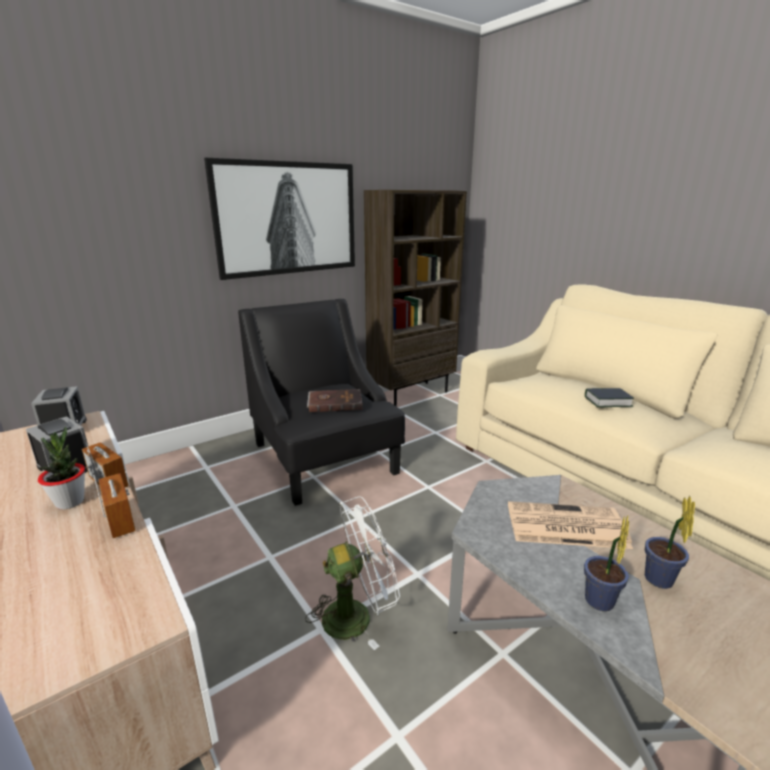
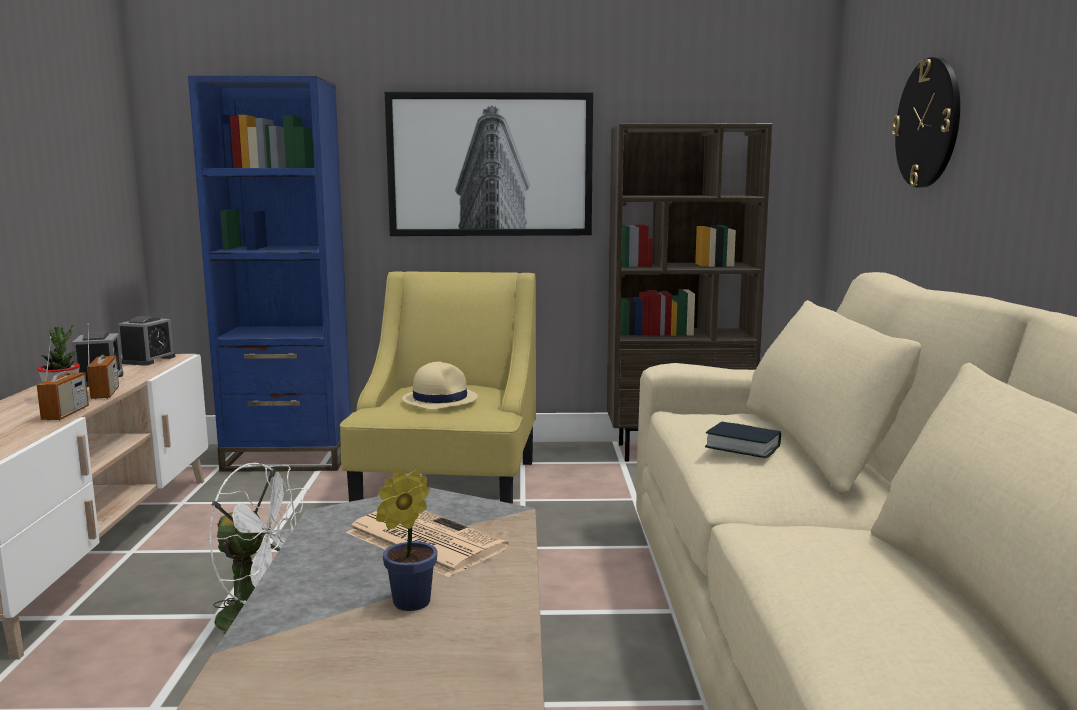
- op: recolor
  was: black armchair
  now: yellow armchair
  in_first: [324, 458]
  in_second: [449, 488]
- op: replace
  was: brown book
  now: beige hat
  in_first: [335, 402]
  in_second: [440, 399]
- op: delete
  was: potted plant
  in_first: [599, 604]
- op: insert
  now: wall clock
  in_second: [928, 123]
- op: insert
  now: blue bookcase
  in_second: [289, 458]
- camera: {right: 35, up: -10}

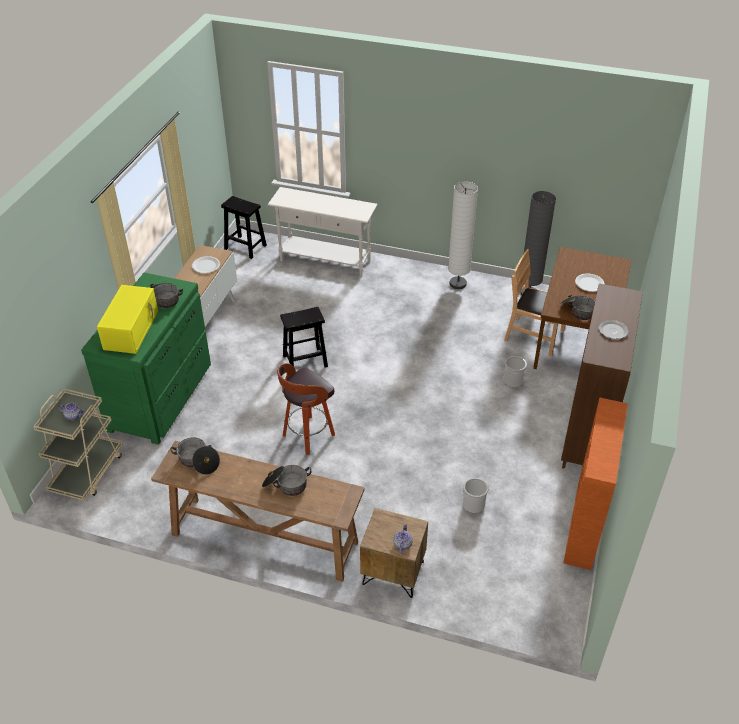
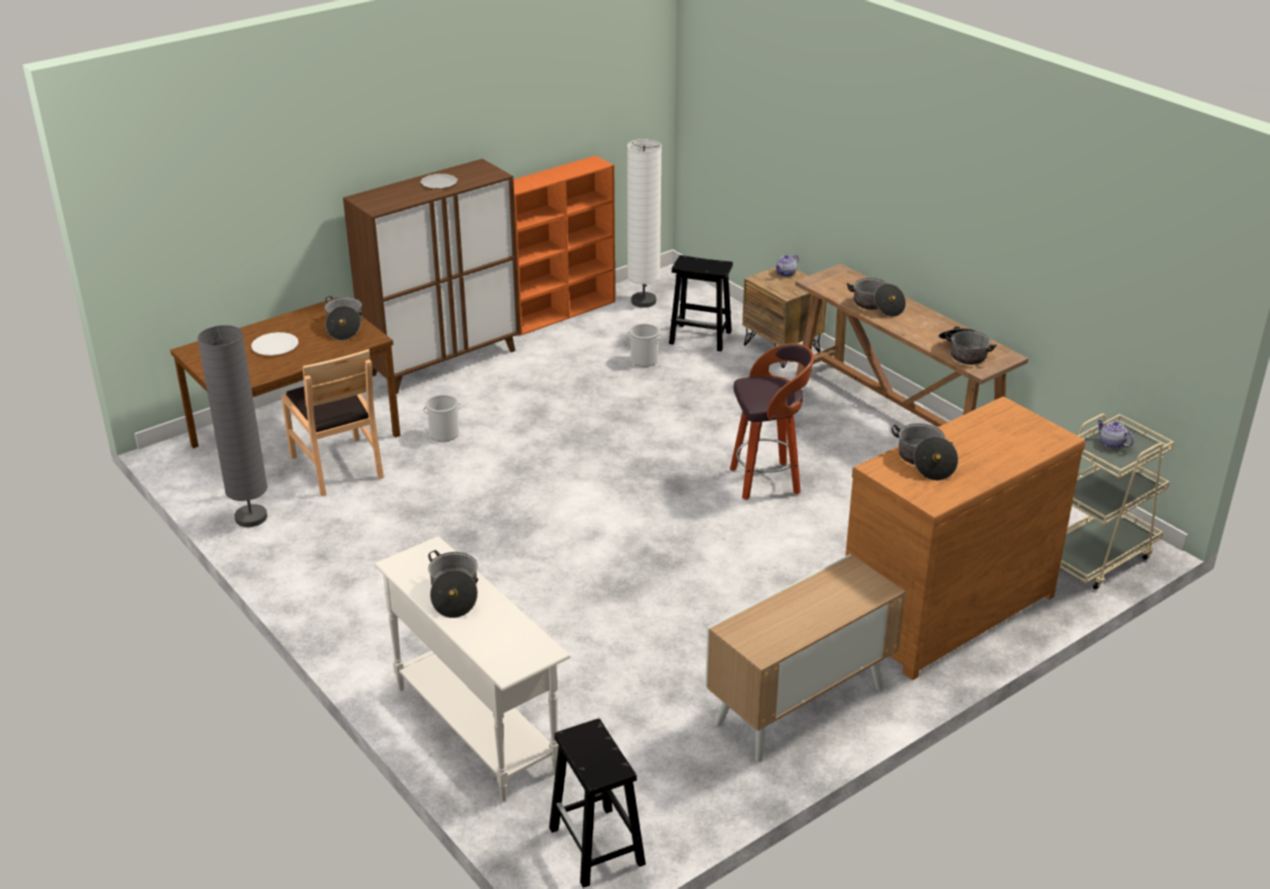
- op: move
  was: white floor lamp
  in_first: [457, 284]
  in_second: [643, 301]
- op: delete
  was: white plate
  in_first: [206, 266]
- op: recolor
  was: green dresser
  now: brown dresser
  in_first: [162, 397]
  in_second: [943, 609]
- op: delete
  was: yellow microwave
  in_first: [131, 329]
- op: move
  was: black stool
  in_first: [304, 361]
  in_second: [701, 337]
- op: insert
  now: cooking pot
  in_second: [454, 594]
- camera: {right: -145, up: -10}

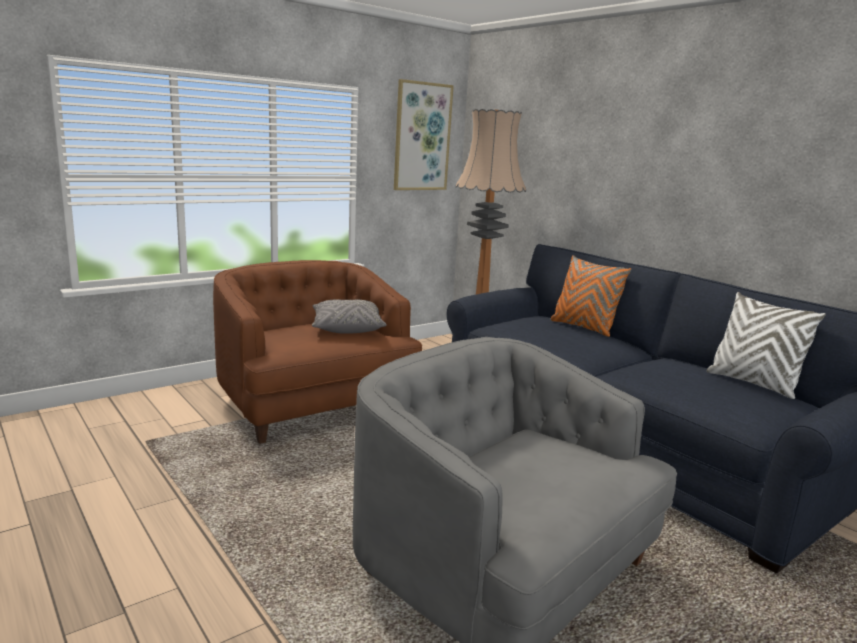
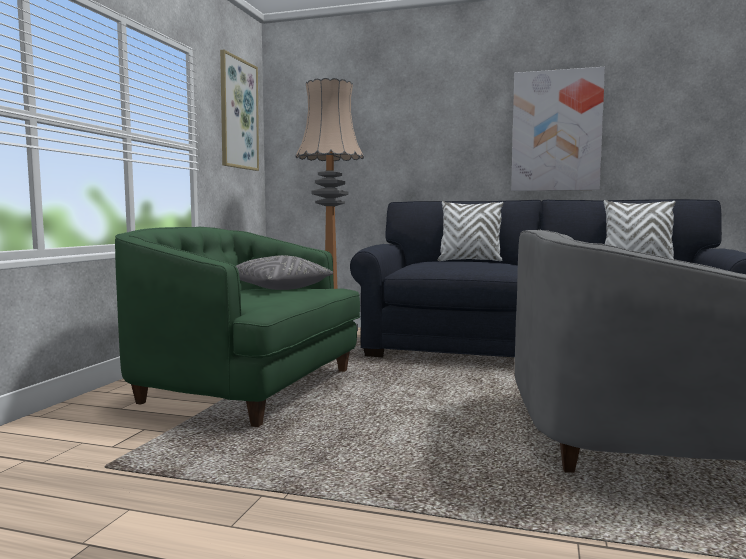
- op: recolor
  was: orange pillow
  now: white pillow
  in_first: [583, 327]
  in_second: [470, 261]
- op: recolor
  was: brown armchair
  now: green armchair
  in_first: [313, 405]
  in_second: [247, 388]
- op: insert
  now: picture
  in_second: [556, 131]
- camera: {right: -35, up: -10}

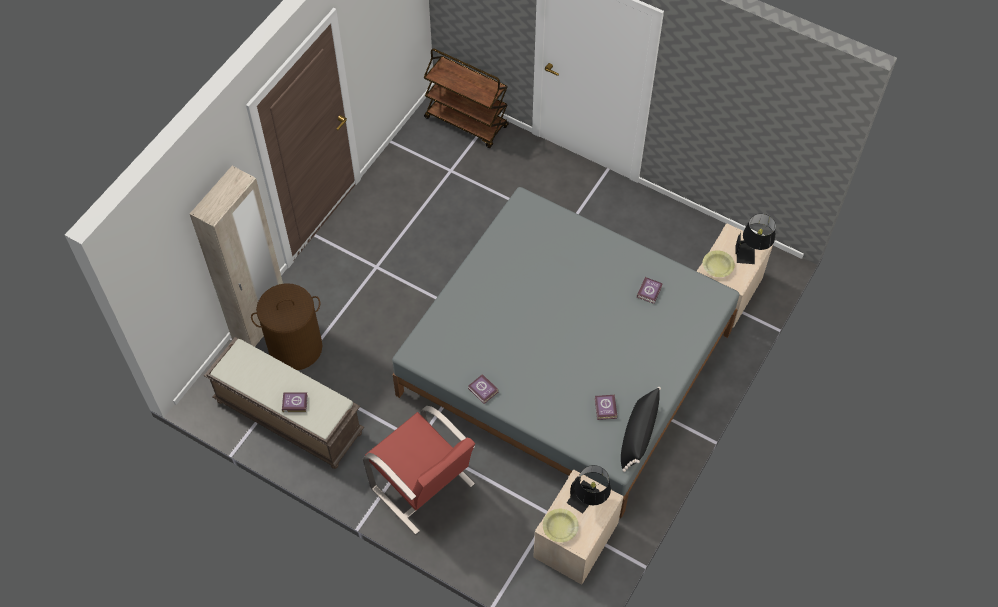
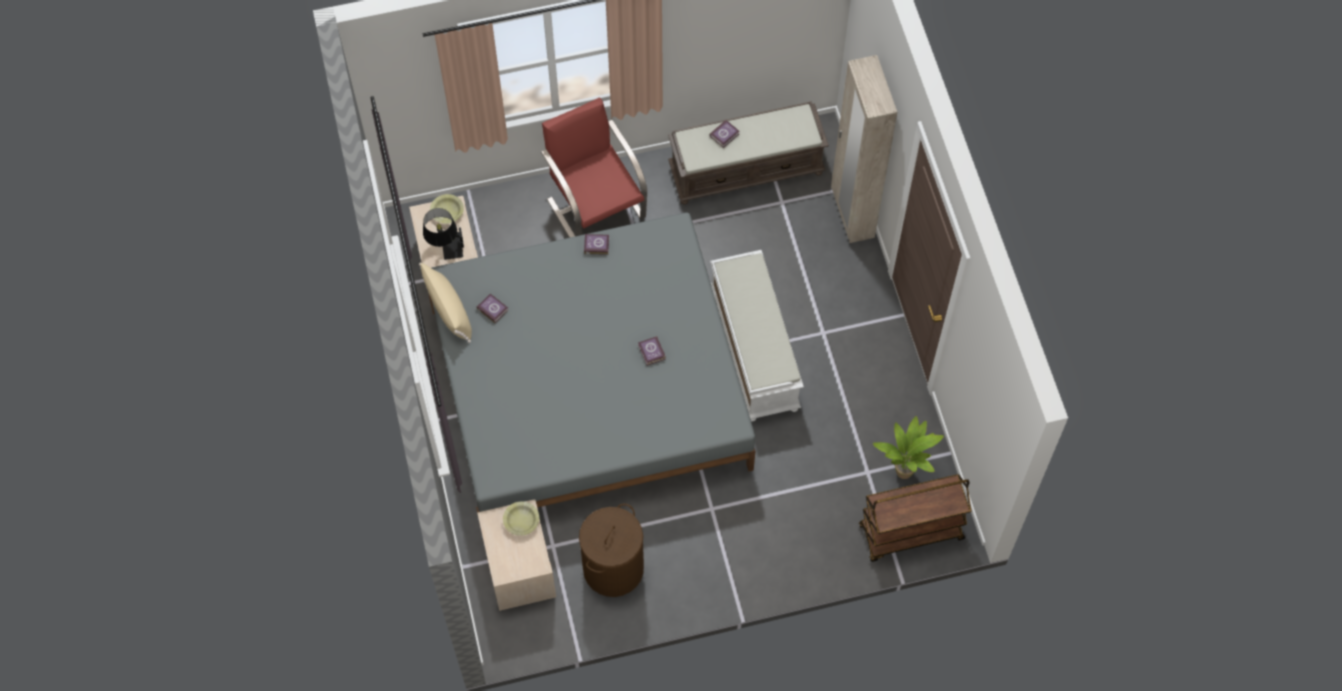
- op: delete
  was: black table lamp
  in_first: [752, 252]
- op: move
  was: book
  in_first: [650, 291]
  in_second: [651, 353]
- op: move
  was: brown laundry basket
  in_first: [295, 348]
  in_second: [613, 568]
- op: recolor
  was: black pillow
  now: beige pillow
  in_first: [638, 436]
  in_second: [448, 309]
- op: rotate
  was: red armchair
  in_first: [423, 487]
  in_second: [595, 207]
  clockwise: 60
- op: insert
  now: white bench
  in_second: [752, 349]
- op: insert
  now: potted plant
  in_second: [904, 470]
- camera: {right: 135, up: 5}

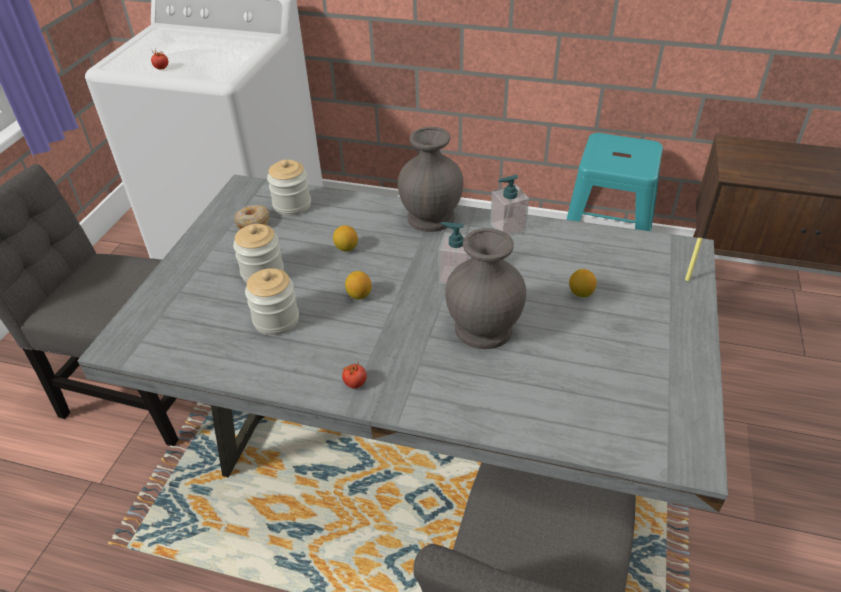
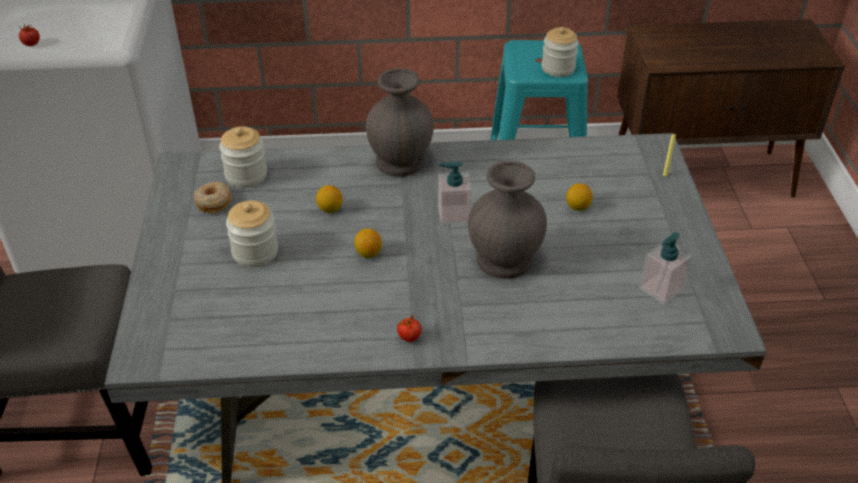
- op: move
  was: soap dispenser
  in_first: [507, 227]
  in_second: [661, 289]
- op: move
  was: jar
  in_first: [276, 320]
  in_second: [558, 68]
- camera: {right: -20, up: 0}

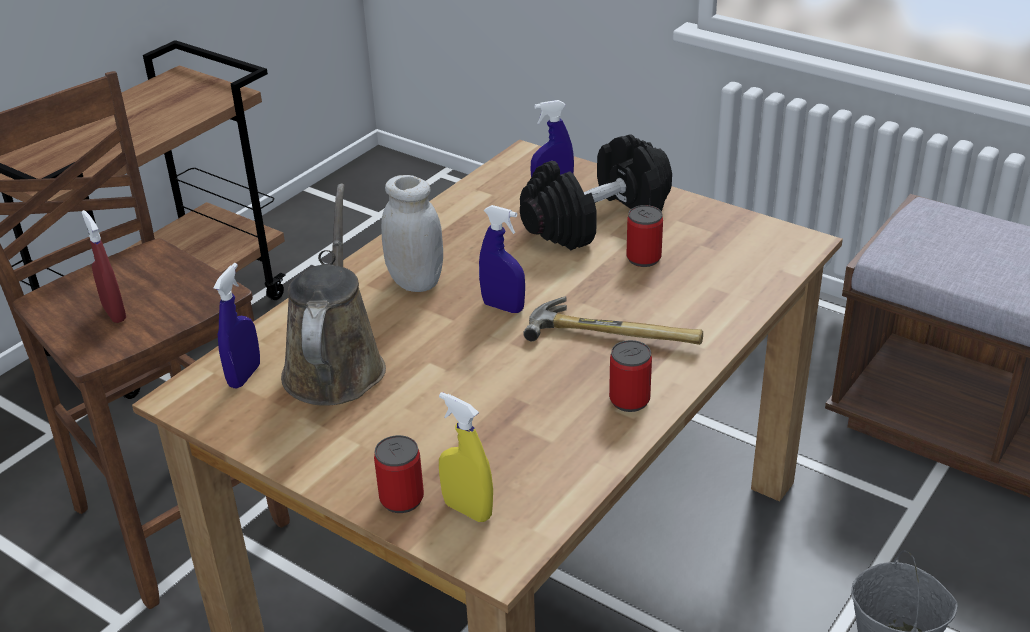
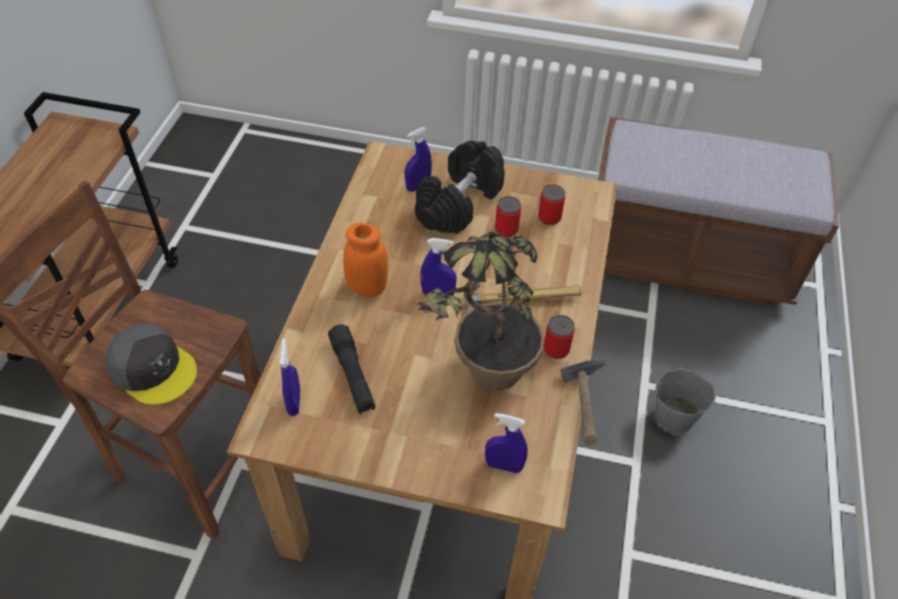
- op: recolor
  was: white jar
  now: orange jar
  in_first: [415, 282]
  in_second: [367, 287]
- op: replace
  was: brown watering can
  now: black flashlight
  in_first: [335, 365]
  in_second: [352, 375]
- op: replace
  was: red spray bottle
  now: grey cap
  in_first: [114, 313]
  in_second: [153, 369]
- op: recolor
  was: yellow spray bottle
  now: blue spray bottle
  in_first: [467, 510]
  in_second: [503, 466]
- op: move
  was: can
  in_first: [401, 499]
  in_second: [549, 217]
- op: insert
  now: potted plant
  in_second: [482, 382]
- op: insert
  now: hammer
  in_second: [580, 419]
- camera: {right: -25, up: 15}

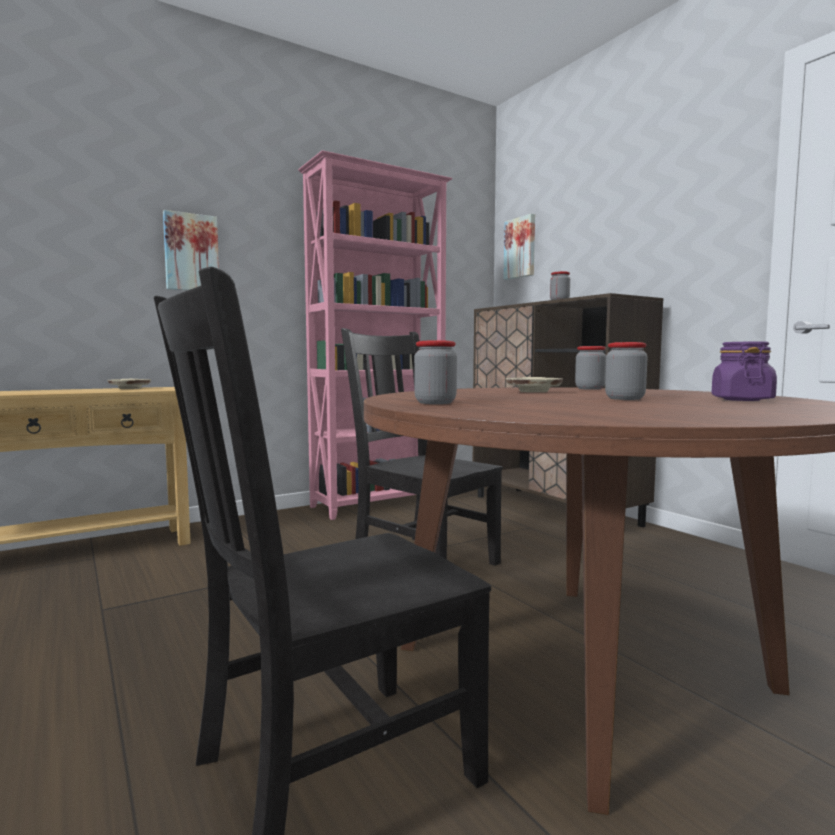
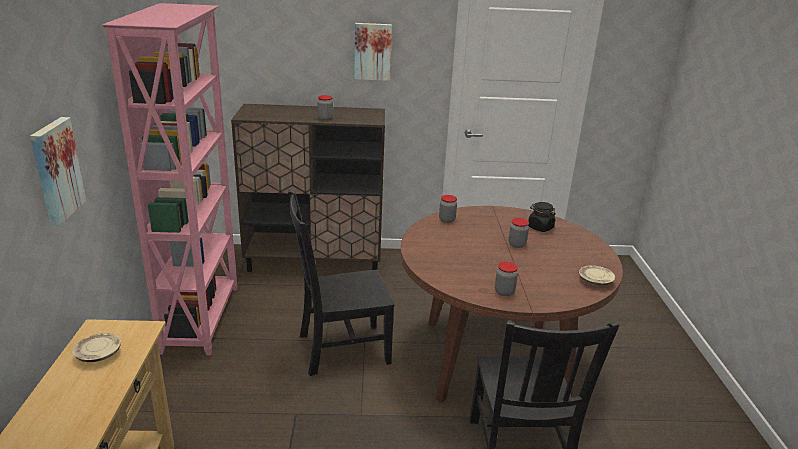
- op: move
  was: picture
  in_first: [521, 248]
  in_second: [372, 51]
- op: recolor
  was: purple jar
  now: black jar
  in_first: [741, 399]
  in_second: [540, 227]
- op: move
  was: beige plate
  in_first: [533, 392]
  in_second: [595, 281]
- camera: {right: -60, up: 20}

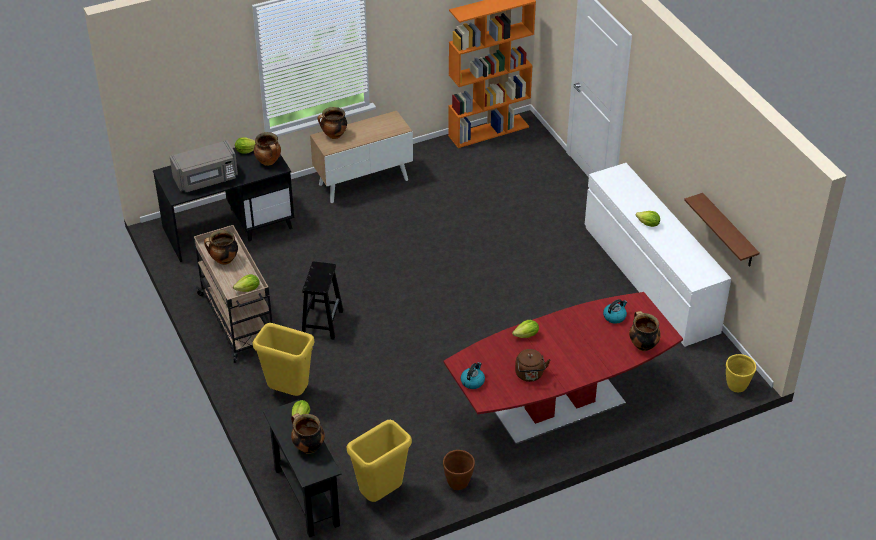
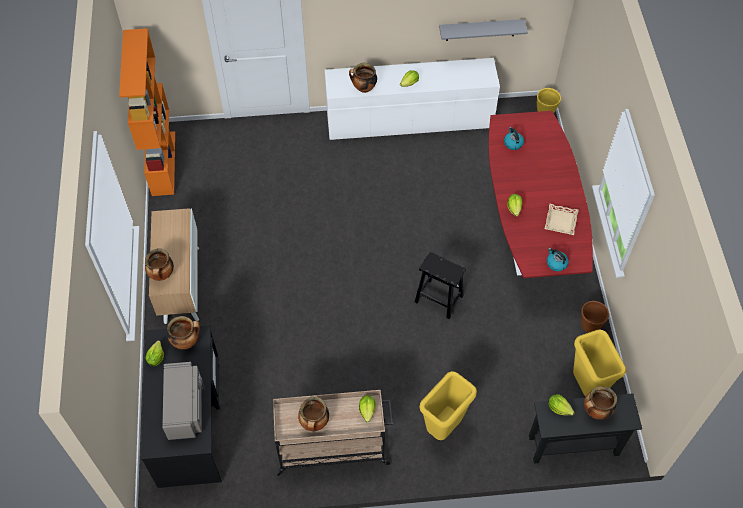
- op: recolor
  was: brown shelf
  now: grey shelf
  in_first: [728, 231]
  in_second: [480, 29]
- op: move
  was: black stool
  in_first: [322, 322]
  in_second: [438, 298]
- op: move
  was: cooking pot
  in_first: [642, 345]
  in_second: [363, 88]
- op: replace
  was: brown kettle
  now: beige tray
  in_first: [529, 375]
  in_second: [561, 221]
- camera: {right: -70, up: 15}

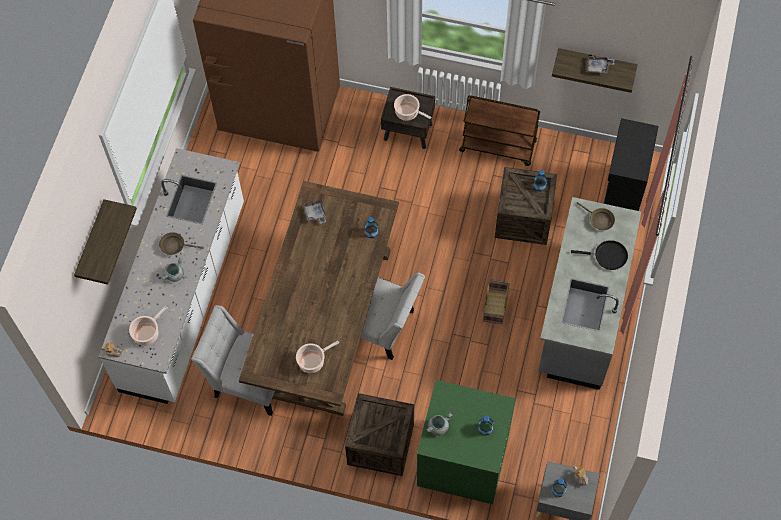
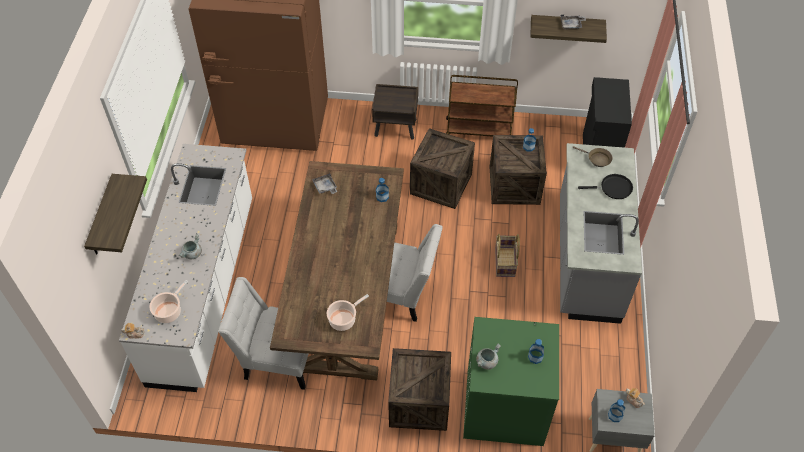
- op: delete
  was: cooking pot
  in_first: [408, 113]
- op: delete
  was: brown frying pan
  in_first: [175, 246]
- op: insert
  now: crate
  in_second: [441, 184]
- camera: {right: -10, up: -10}

